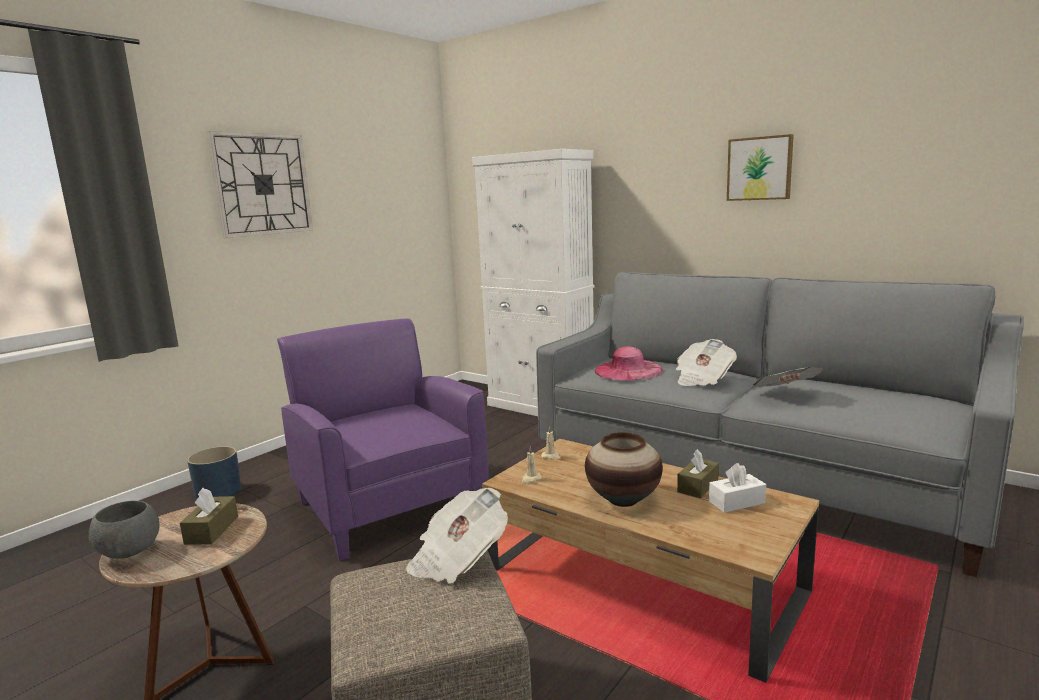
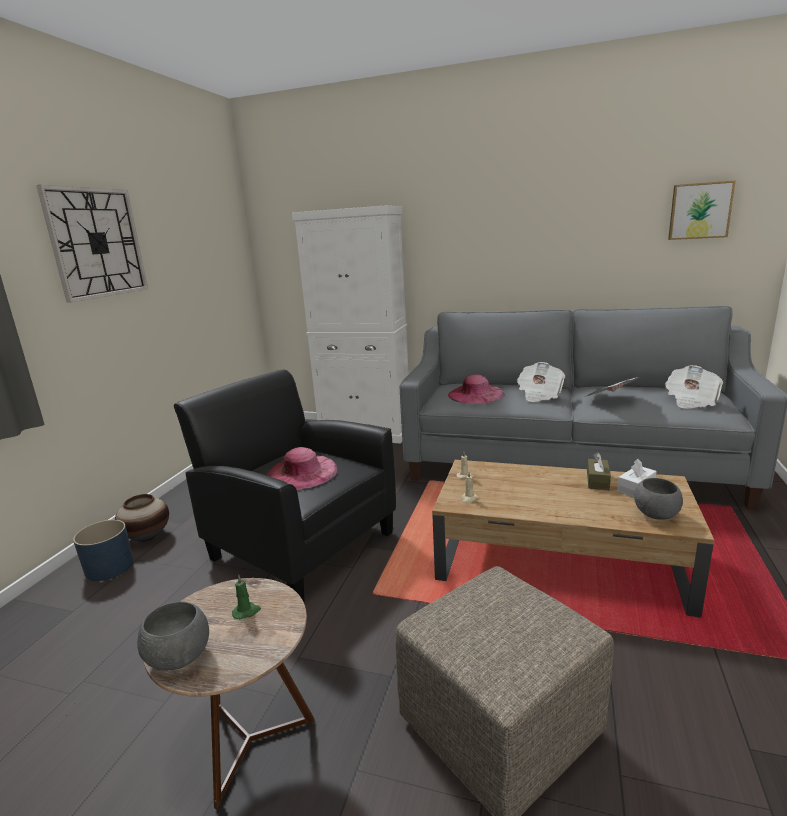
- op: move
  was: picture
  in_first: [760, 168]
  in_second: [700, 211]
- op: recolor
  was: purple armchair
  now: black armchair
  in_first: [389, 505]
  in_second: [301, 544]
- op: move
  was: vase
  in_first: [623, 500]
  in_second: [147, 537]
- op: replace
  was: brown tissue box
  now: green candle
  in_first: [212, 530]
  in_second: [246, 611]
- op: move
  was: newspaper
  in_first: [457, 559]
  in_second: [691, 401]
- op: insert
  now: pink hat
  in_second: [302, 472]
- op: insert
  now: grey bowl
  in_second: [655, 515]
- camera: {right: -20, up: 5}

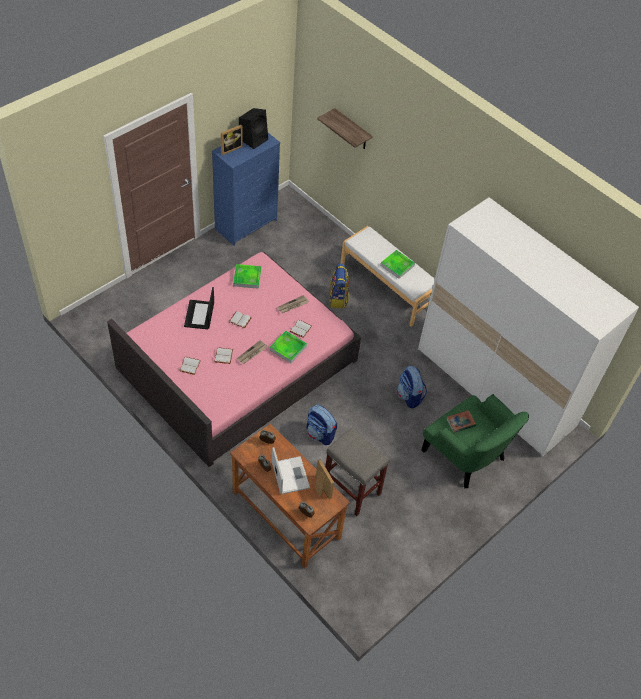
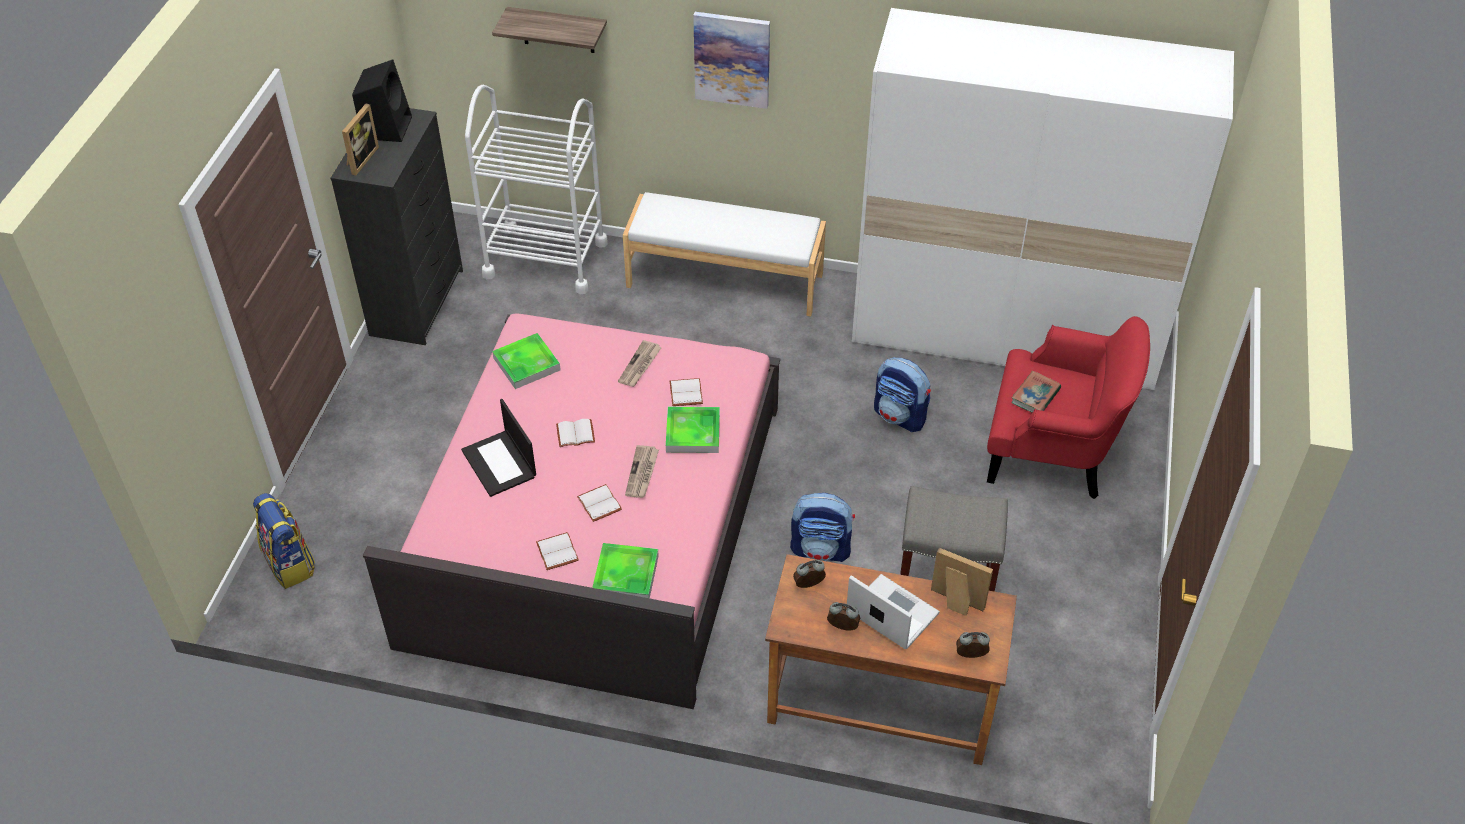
- op: recolor
  was: blue dresser
  now: black dresser
  in_first: [246, 224]
  in_second: [417, 302]
- op: move
  was: tray
  in_first: [397, 265]
  in_second: [626, 575]
- op: move
  was: backpack
  in_first: [338, 298]
  in_second: [290, 564]
- op: recolor
  was: green armchair
  now: red armchair
  in_first: [466, 455]
  in_second: [1053, 451]
- op: insert
  now: picture
  in_second: [732, 59]
- op: insert
  now: white cart
  in_second: [545, 259]
- camera: {right: -30, up: -5}

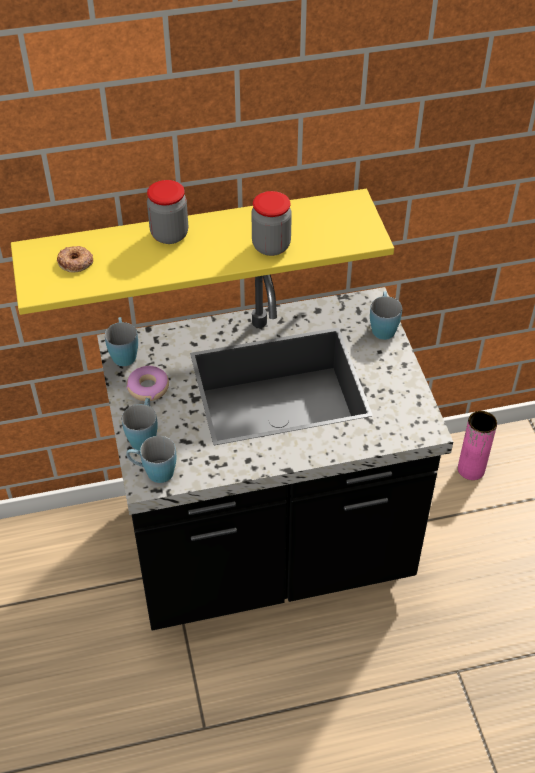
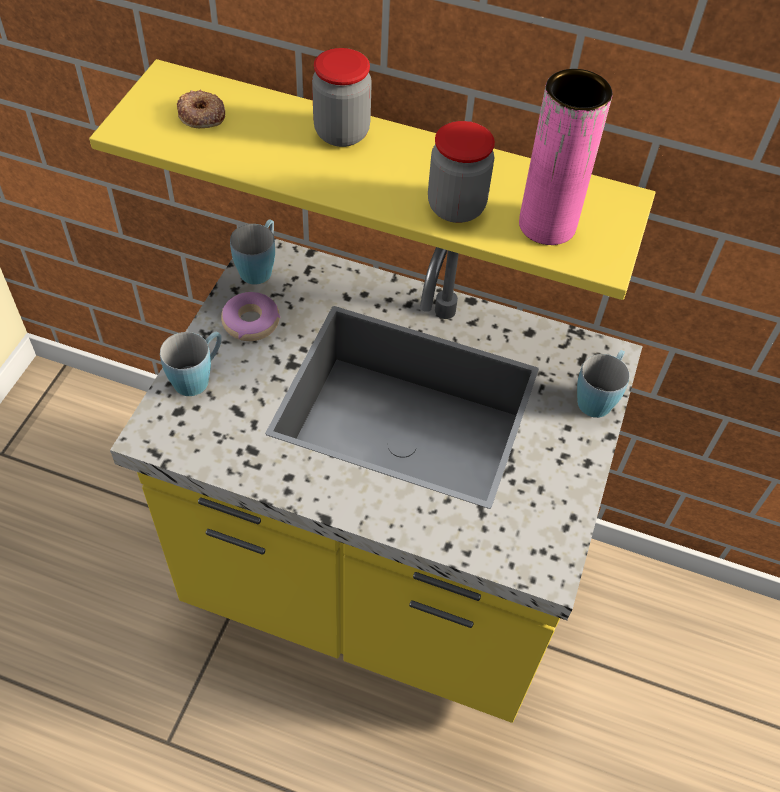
- op: recolor
  was: black counter
  now: yellow counter
  in_first: [267, 551]
  in_second: [377, 584]
- op: move
  was: pink vase
  in_first: [471, 469]
  in_second: [547, 225]
- op: delete
  was: blue mug
  in_first: [153, 472]
- camera: {right: 30, up: 5}

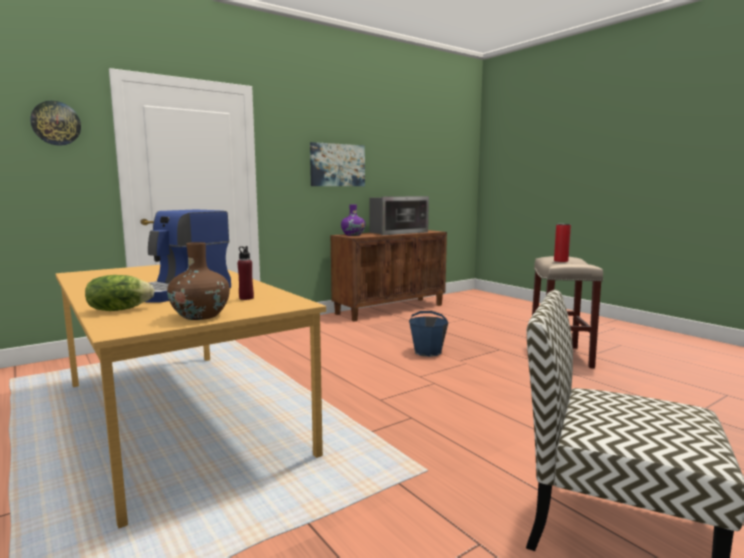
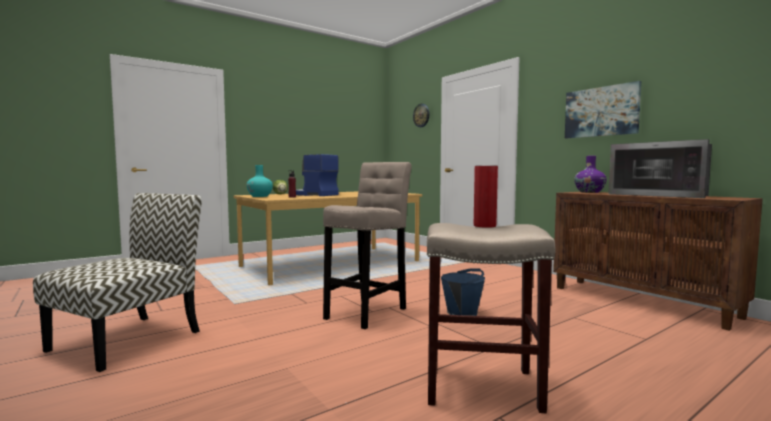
- op: recolor
  was: brown vase
  now: turquoise vase
  in_first: [200, 316]
  in_second: [260, 196]
- op: insert
  now: beige stool
  in_second: [368, 312]
- camera: {right: 90, up: -5}

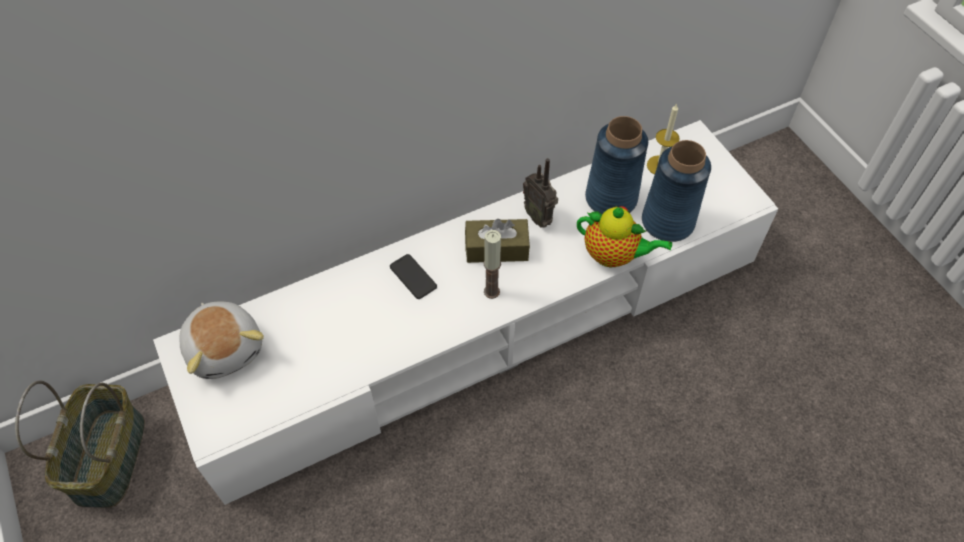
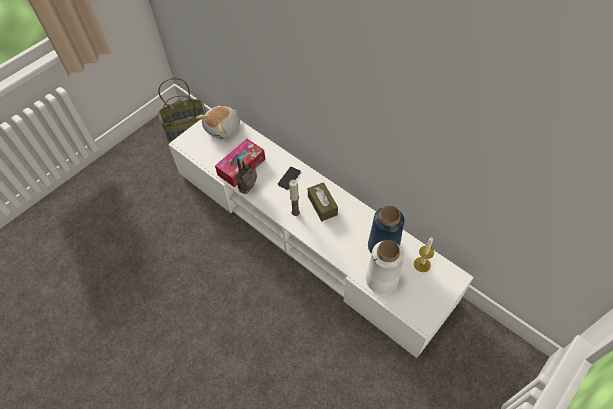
- op: recolor
  was: blue vase
  now: white vase
  in_first: [668, 221]
  in_second: [382, 279]
- op: move
  was: radio
  in_first: [539, 217]
  in_second: [249, 190]
- op: delete
  was: teapot
  in_first: [614, 255]
- op: insert
  now: tissue box
  in_second: [241, 167]
- camera: {right: 70, up: 0}

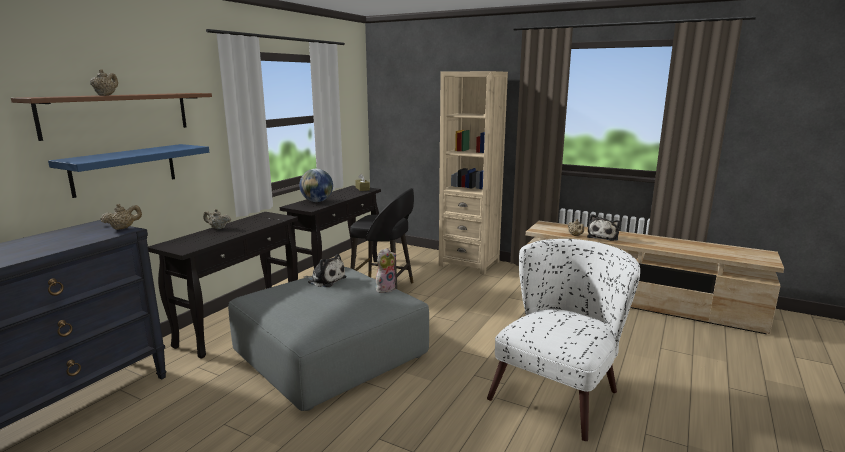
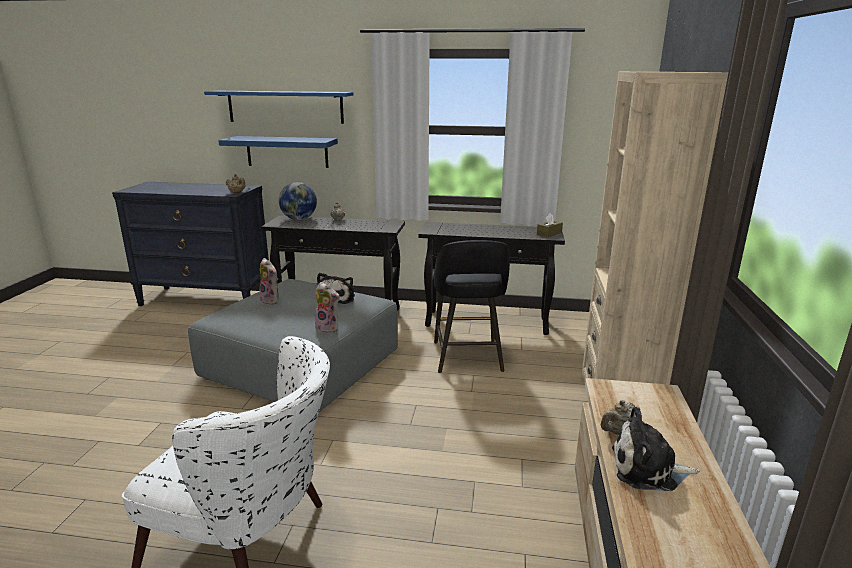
- op: delete
  was: beige teapot
  in_first: [106, 95]
- op: recolor
  was: brown shelf
  now: blue shelf
  in_first: [118, 114]
  in_second: [285, 107]
- op: move
  was: globe
  in_first: [317, 201]
  in_second: [299, 219]
- op: insert
  now: plush toy
  in_second: [271, 300]
- camera: {right: 70, up: 5}

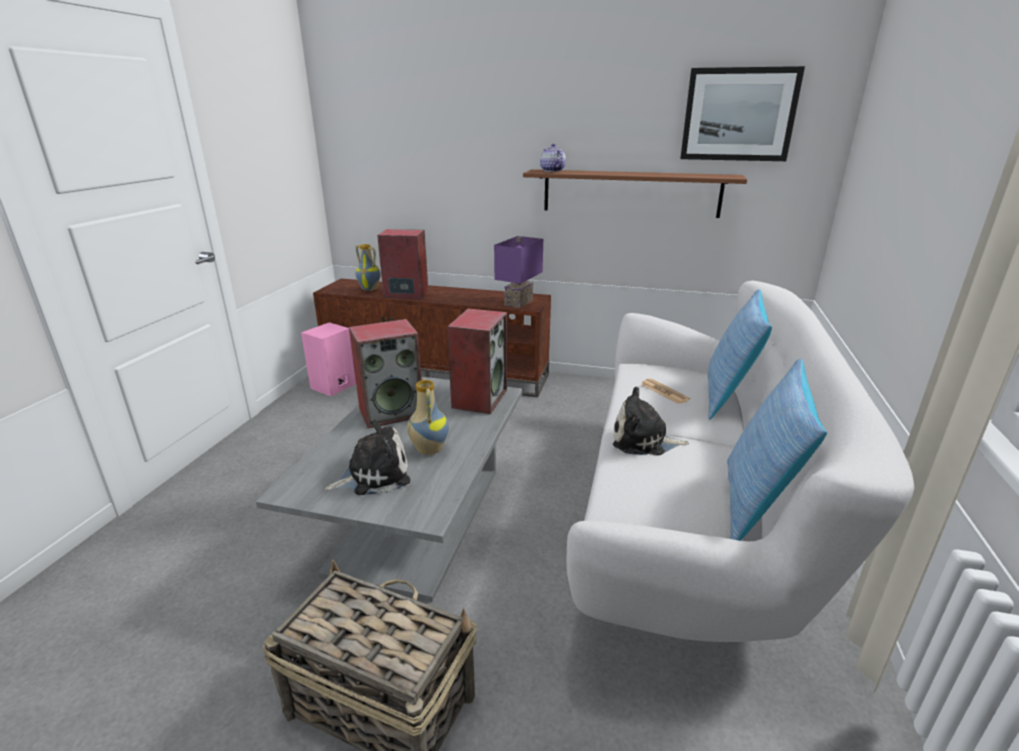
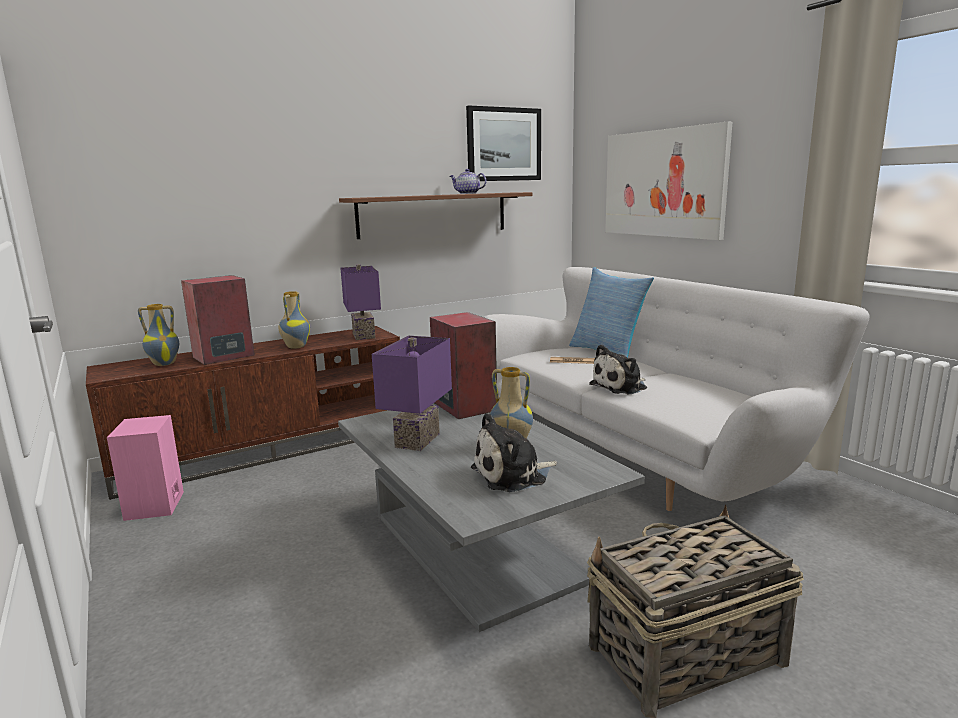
- op: move
  was: teapot
  in_first: [551, 171]
  in_second: [467, 193]
- op: replace
  was: speaker
  now: purple table lamp
  in_first: [392, 412]
  in_second: [415, 440]
- op: delete
  was: pillow
  in_first: [756, 506]
- op: rotate
  was: plush toy
  in_first: [374, 475]
  in_second: [513, 475]
  clockwise: -135
- op: insert
  now: picture
  in_second: [663, 183]
- op: insert
  now: vase
  in_second: [295, 347]
- camera: {right: -45, up: -10}

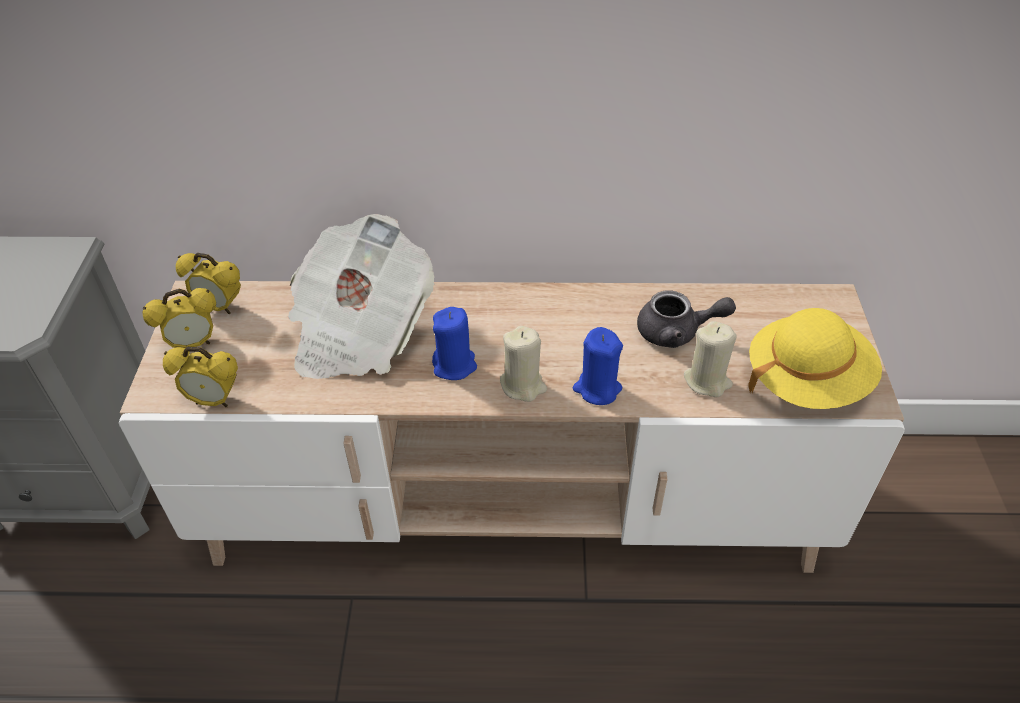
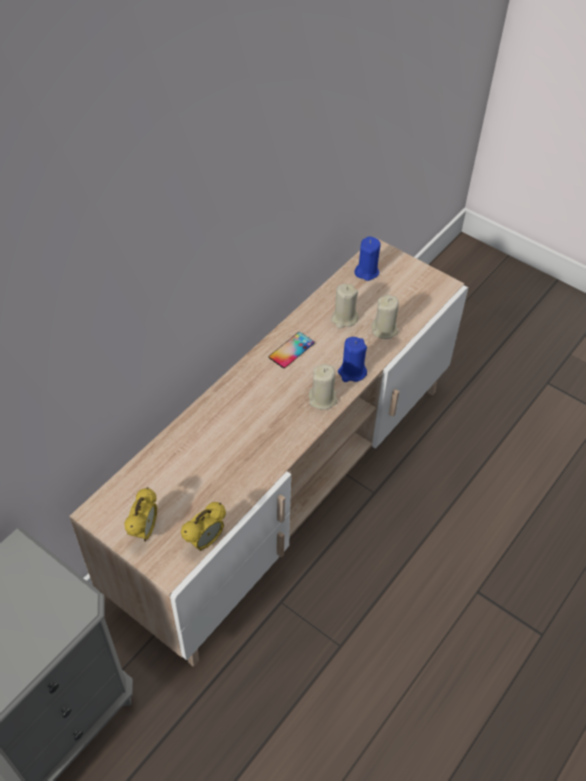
- op: delete
  was: newspaper
  in_first: [359, 330]
- op: delete
  was: alarm clock
  in_first: [220, 307]
- op: replace
  was: grey teapot
  now: beige candle
  in_first: [677, 332]
  in_second: [344, 319]
- op: move
  was: blue candle
  in_first: [454, 365]
  in_second: [366, 272]
- op: delete
  was: yellow hat
  in_first: [806, 380]
- op: insert
  now: phone
  in_second: [291, 350]
- camera: {right: -55, up: 5}

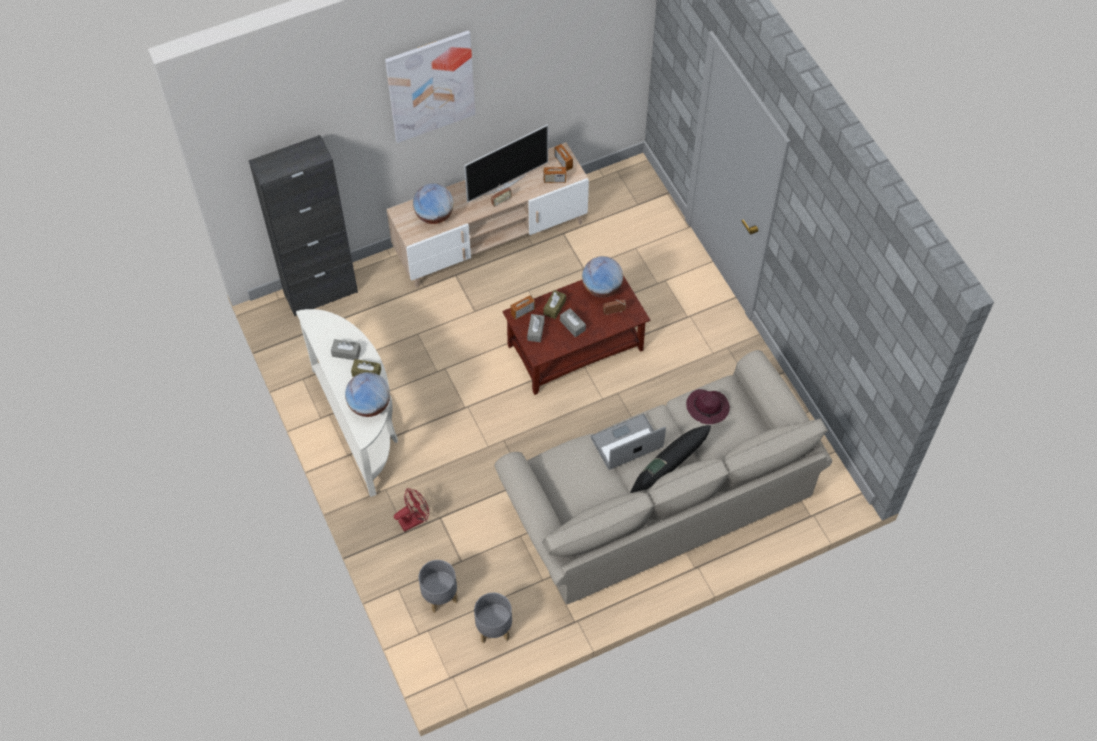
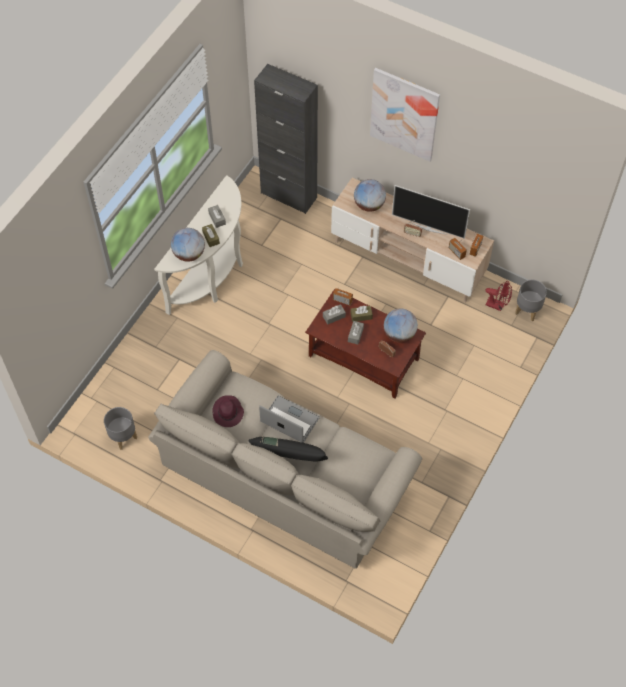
- op: move
  was: purple hat
  in_first: [708, 408]
  in_second: [228, 413]
- op: move
  was: red fan
  in_first: [414, 519]
  in_second: [497, 305]
- op: move
  was: grey planter
  in_first: [439, 596]
  in_second: [527, 310]
- camera: {right: 55, up: 0}

